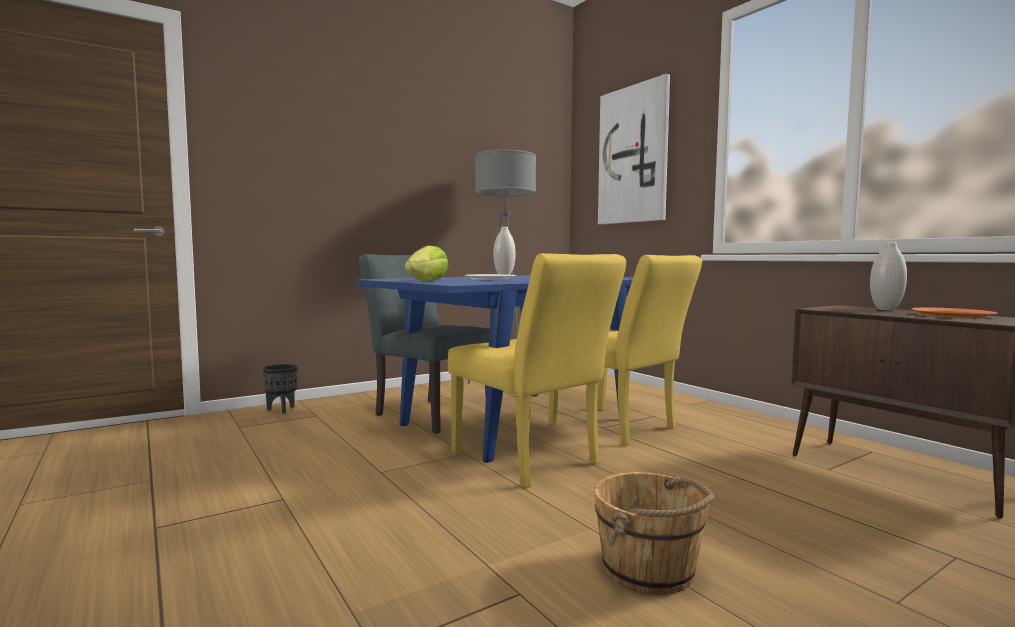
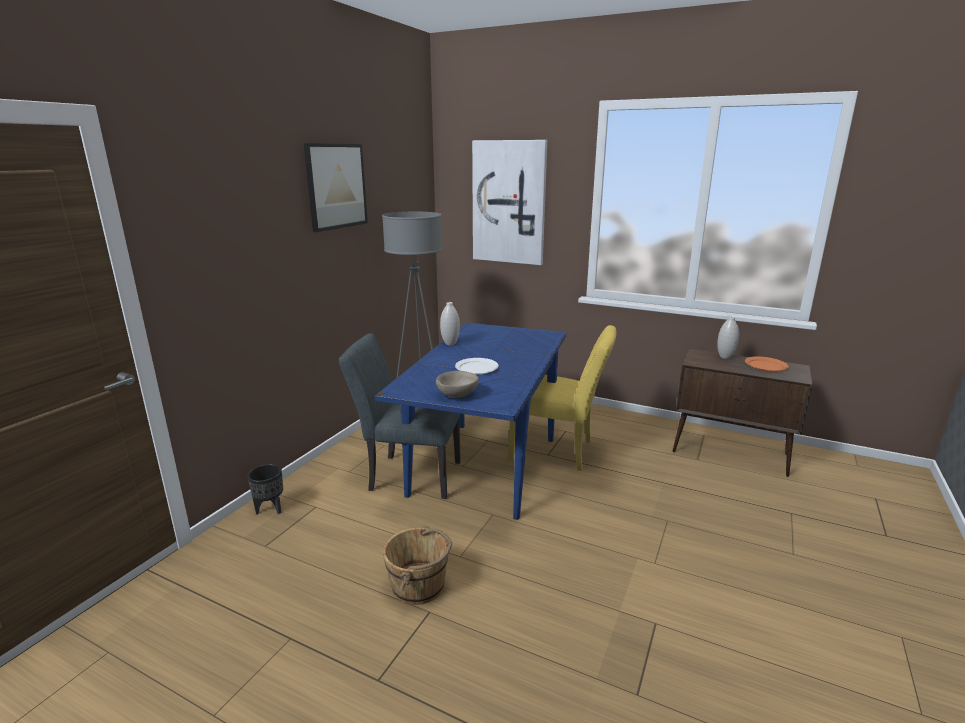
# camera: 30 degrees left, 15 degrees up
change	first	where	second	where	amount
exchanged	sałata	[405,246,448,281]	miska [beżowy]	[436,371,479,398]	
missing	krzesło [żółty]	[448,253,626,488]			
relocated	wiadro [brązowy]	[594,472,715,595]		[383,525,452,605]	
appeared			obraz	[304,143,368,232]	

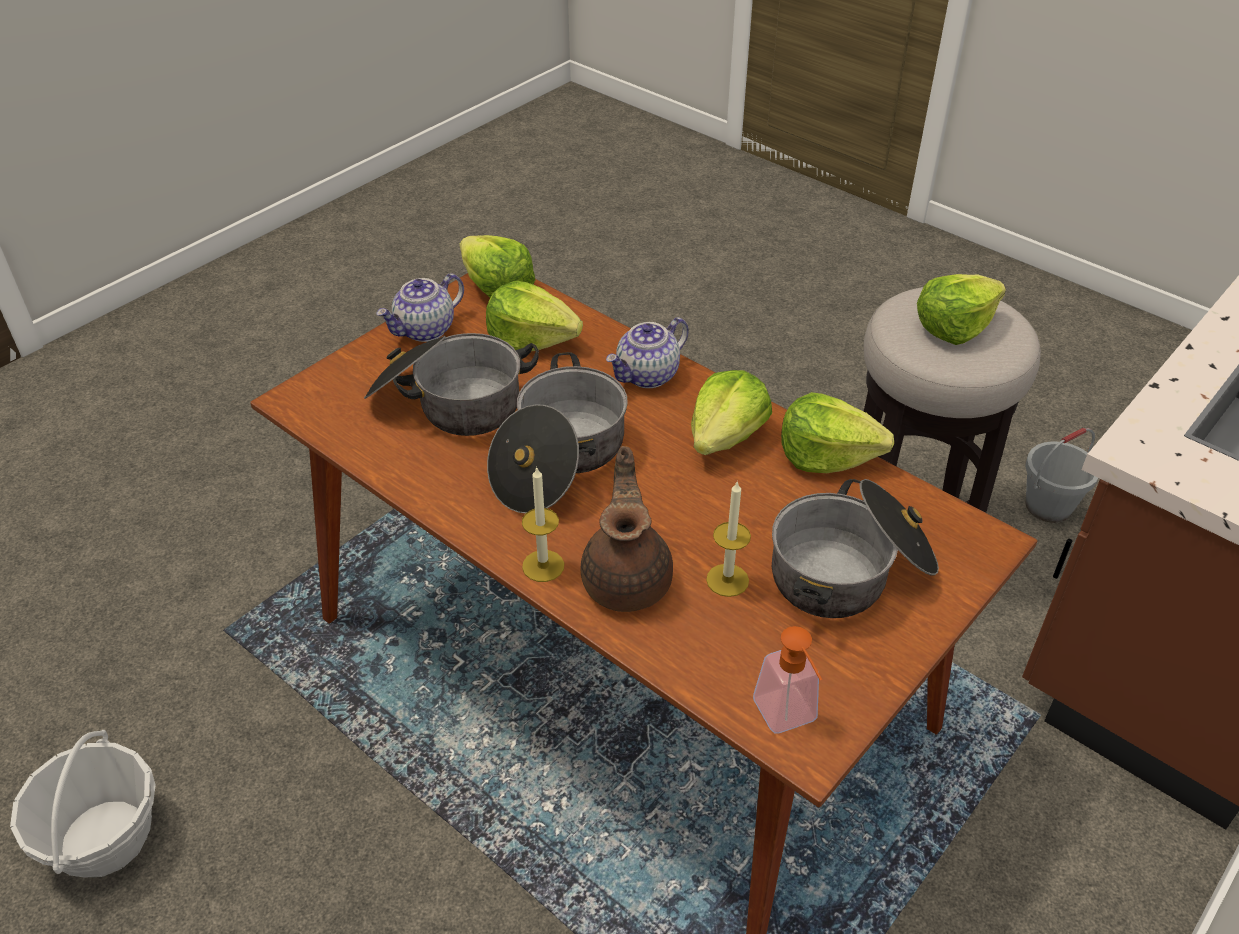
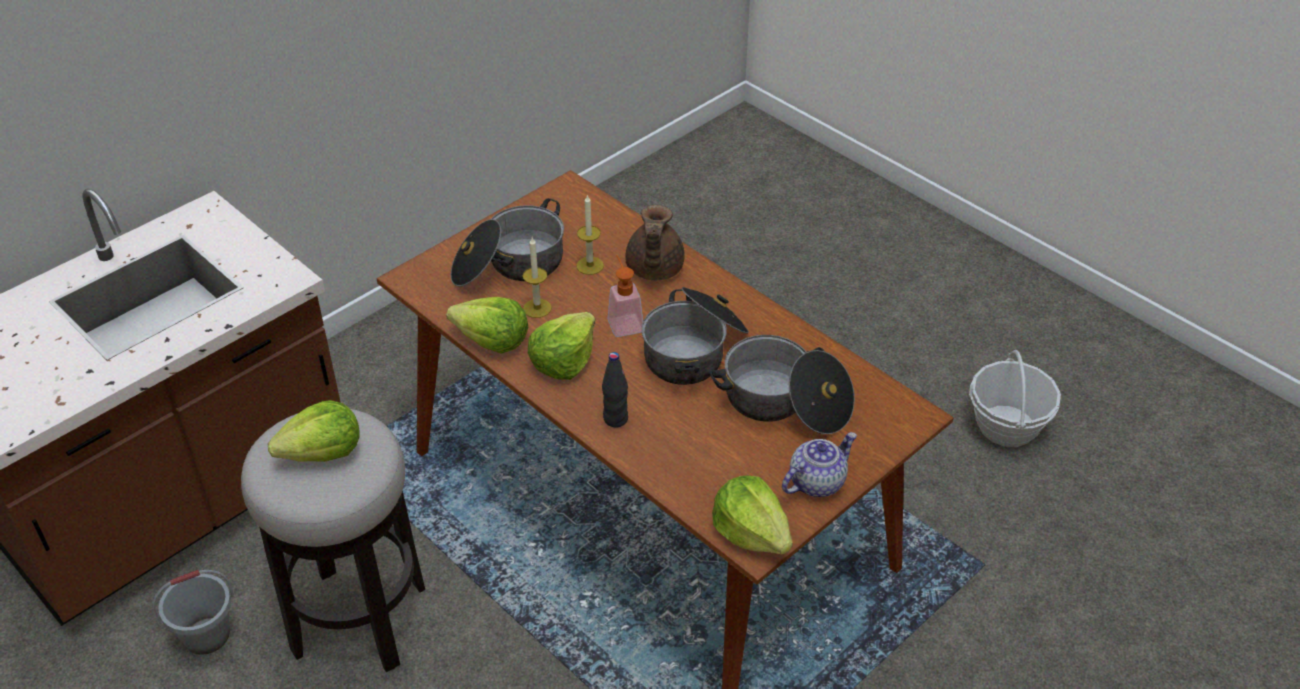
# camera: 175 degrees left, 0 degrees up
change	first	where	second	where	amount
missing	sałata	[486,281,583,351]			
exchanged	imbryk	[606,317,689,388]	butelka [czarny]	[602,352,628,427]	
relocated	świeca	[522,466,564,582]		[523,238,552,318]	
relocated	dozownik mydła	[753,626,822,734]		[608,255,643,337]	

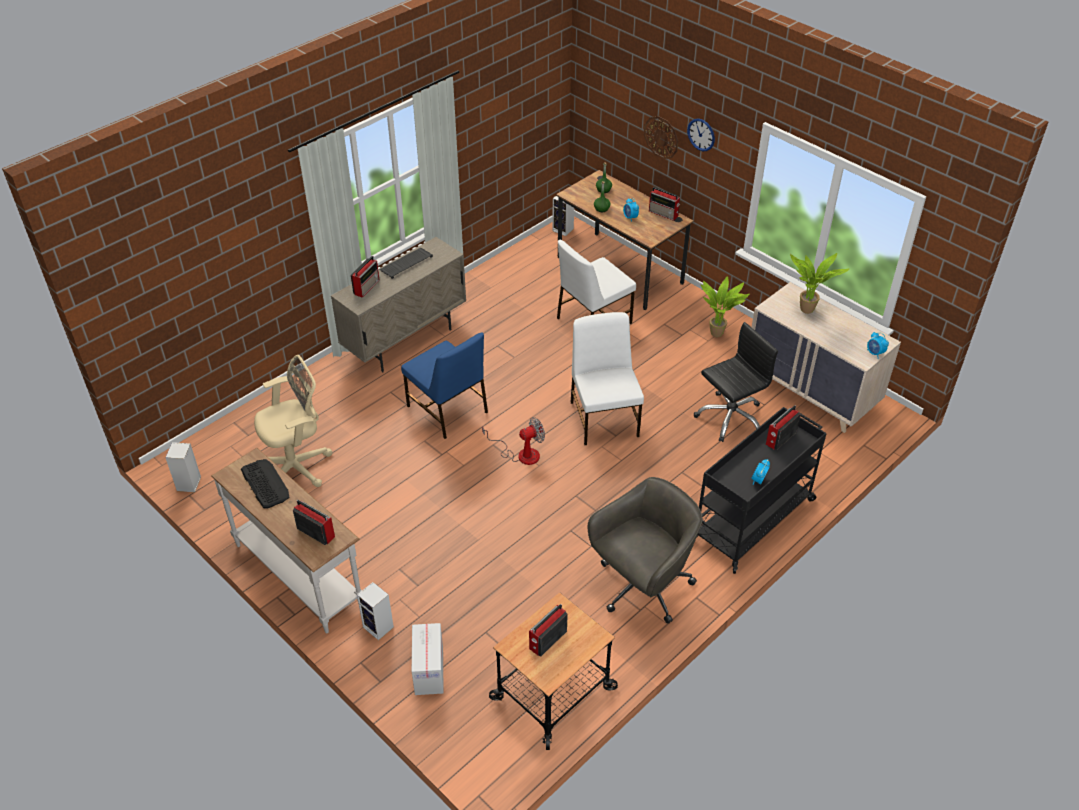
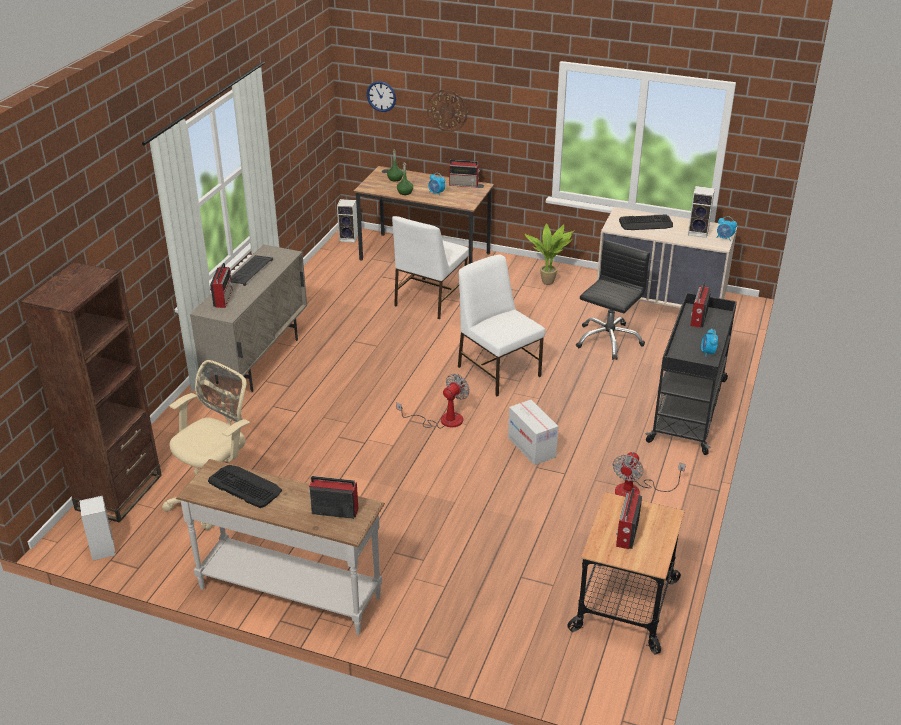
# camera: 25 degrees left, 10 degrees down
change	first	where	second	where	amount
relocated	zegar ścienny	[687,118,715,151]		[367,81,396,112]	
exchanged	roślina doniczkowa	[790,253,849,314]	klawiatura	[619,215,673,230]	
missing	krzesło [niebieski]	[401,332,488,439]			
exchanged	krzesło biurowe [szary]	[588,477,703,624]	wentylator	[613,452,686,497]	
relocated	głośnik	[357,582,394,640]		[688,186,715,238]	
relocated	karton	[412,623,444,695]		[508,400,558,465]	
appeared			regał [brązowy]	[20,262,162,523]	

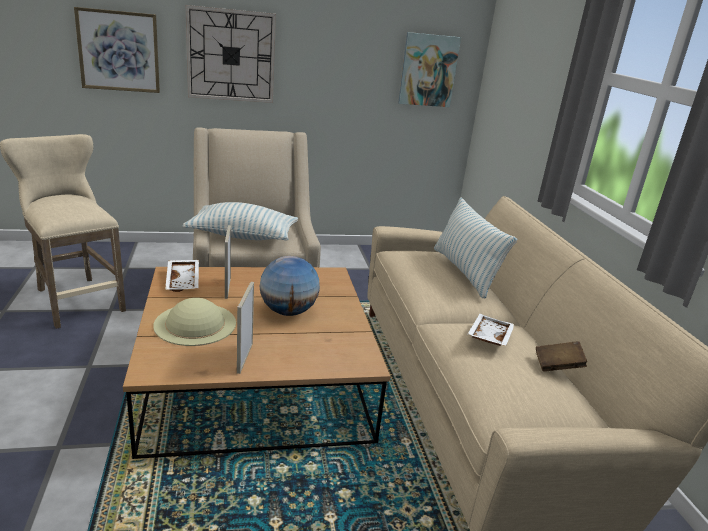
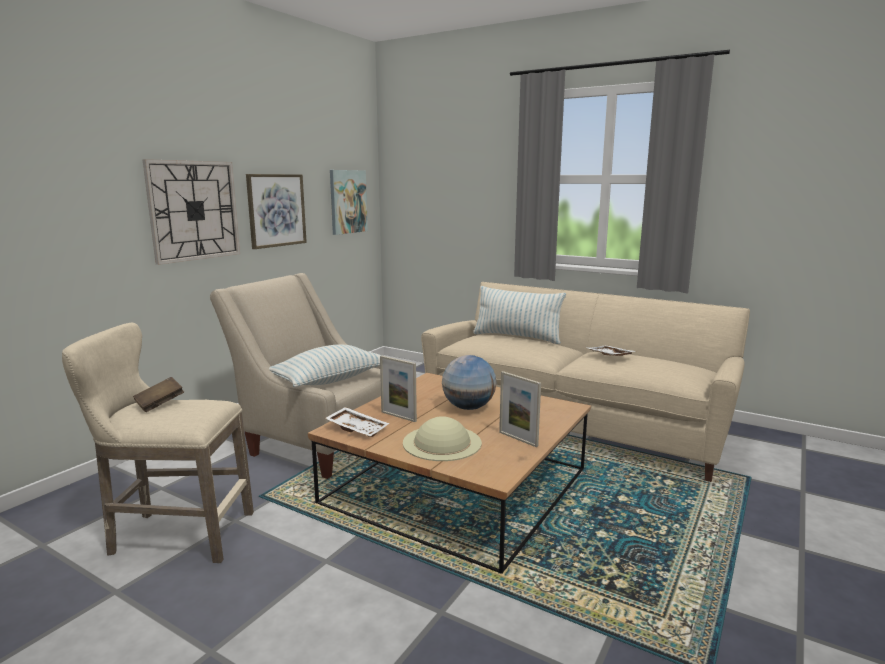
# camera: 45 degrees left, 10 degrees down
change	first	where	second	where	amount
relocated	obraz	[74,7,160,93]		[246,174,307,249]	
relocated	książka [brązowy]	[536,341,587,372]		[133,377,184,412]	

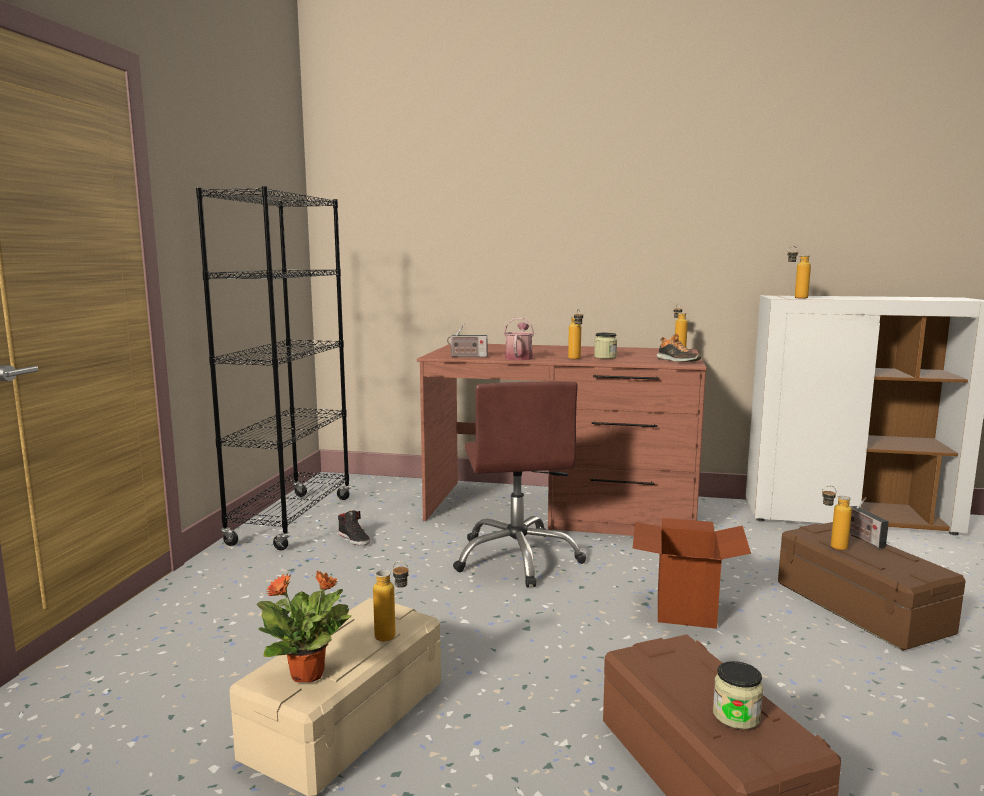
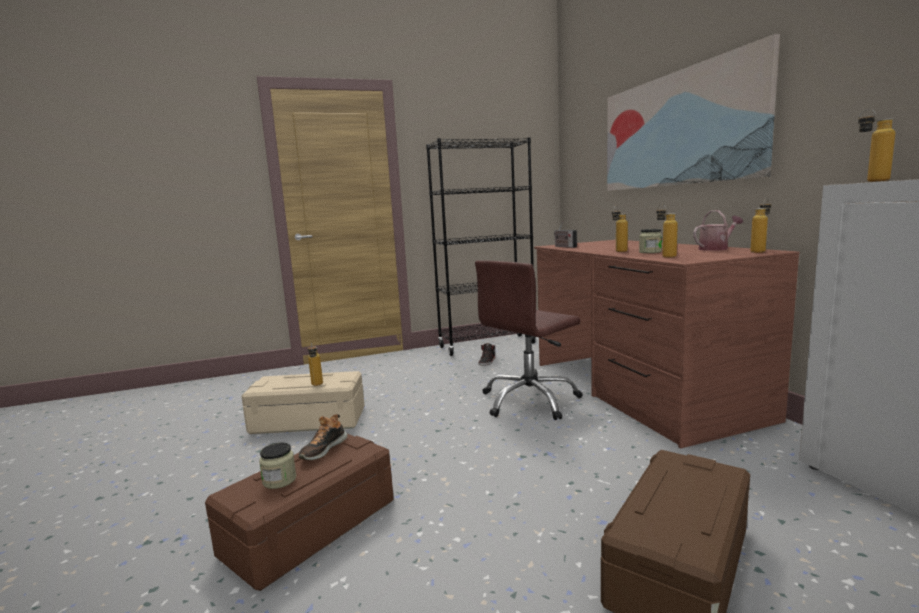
# camera: 60 degrees right, 0 degrees up
change	first	where	second	where	amount
relocated	konewka	[504,318,534,361]		[693,210,743,251]	
relocated	but	[657,334,701,362]		[299,414,348,460]	
relocated	butelka	[822,486,852,550]		[656,204,678,258]	
missing	radio	[850,497,889,548]			
missing	karton	[633,518,751,629]			
missing	roślina doniczkowa	[257,570,352,682]			
appeared			obraz	[607,34,780,191]	

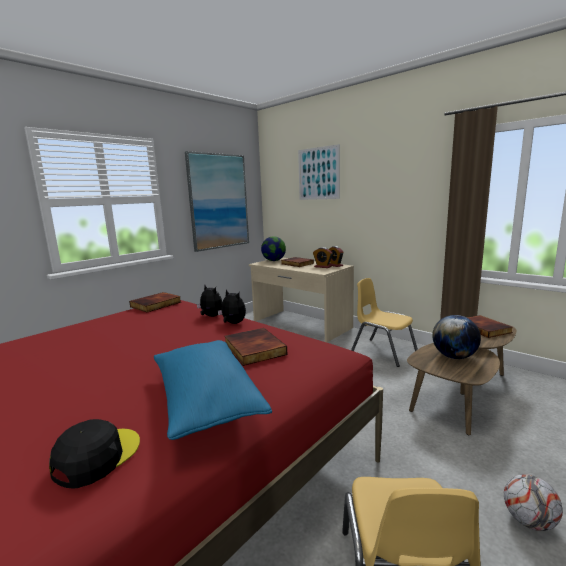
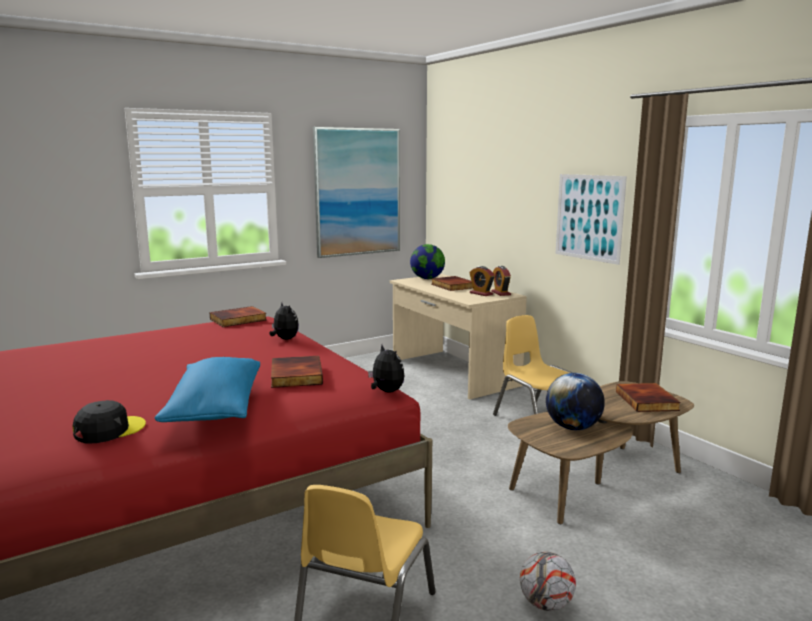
# camera: 15 degrees right, 0 degrees up
change	first	where	second	where	amount
relocated	obraz	[298,144,340,200]		[556,174,627,265]	
relocated	pluszak	[218,289,246,324]		[368,345,405,392]	

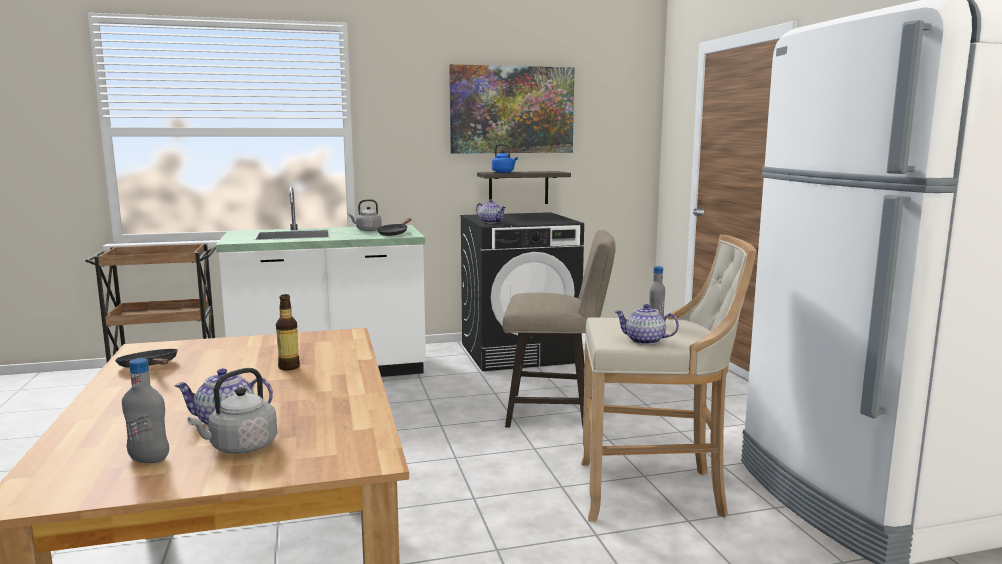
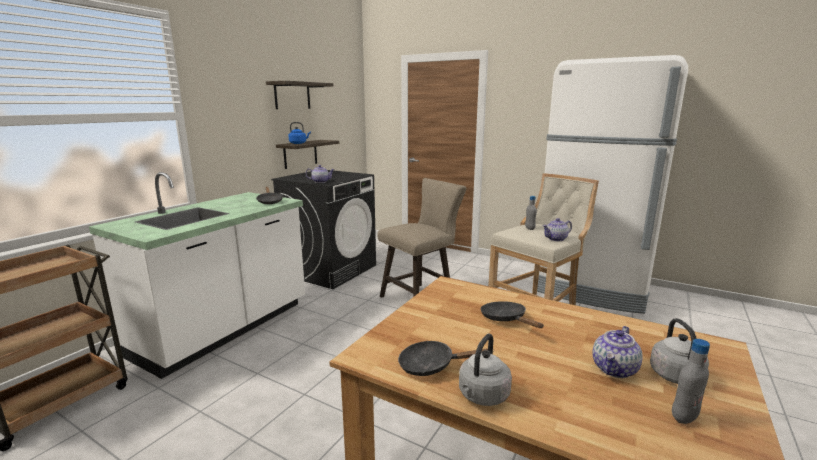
# camera: 45 degrees left, 5 degrees up
change	first	where	second	where	amount
exchanged	obraz	[449,64,574,154]	półka	[266,81,333,109]	
relocated	czajnik [szary]	[348,199,382,231]		[459,334,512,406]	
exchanged	butelka	[276,294,300,371]	patelnia [czarny]	[481,301,544,328]	

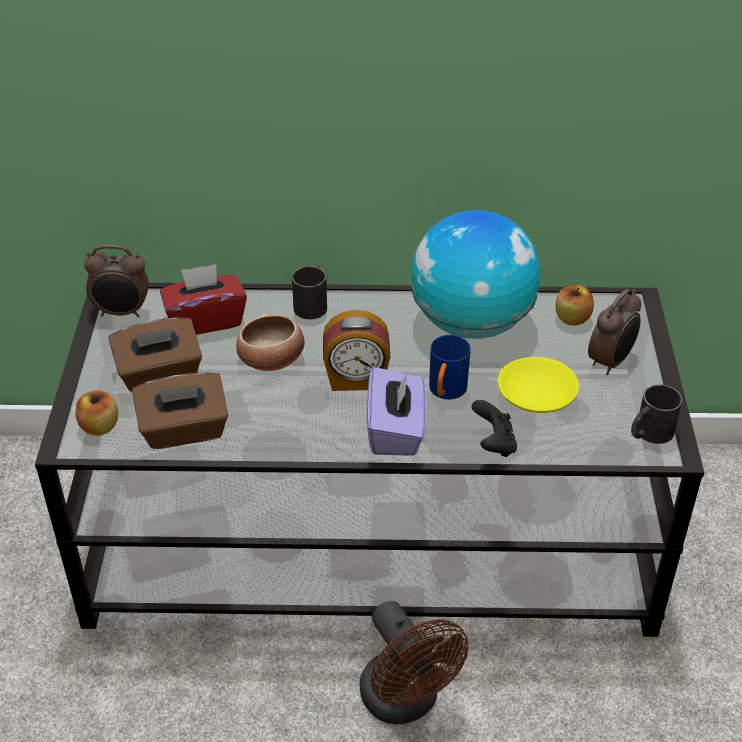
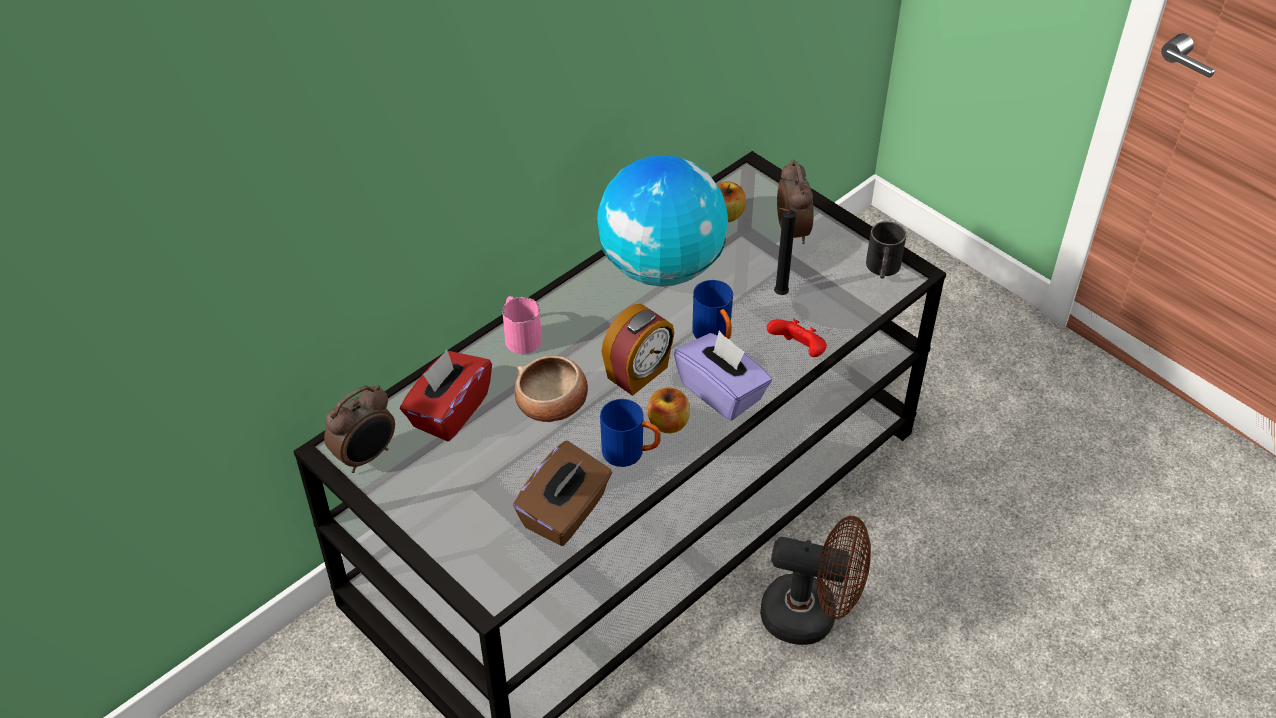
# camera: 45 degrees left, 5 degrees up
change	first	where	second	where	amount
colour	kubek [czarny]	[292,266,327,319]	kubek [różowy]	[502,296,542,354]	
missing	pudełko chusteczek [brązowy]	[108,317,202,392]			
exchanged	miska [żółty]	[498,357,579,413]	świeca [czarny]	[774,208,796,295]	
relocated	jabłko	[76,390,118,436]		[648,388,690,433]	
colour	pad do gier [czarny]	[472,400,517,457]	pad do gier [czerwony]	[767,319,827,357]	
appeared			kubek [niebieski]	[600,399,661,467]	

